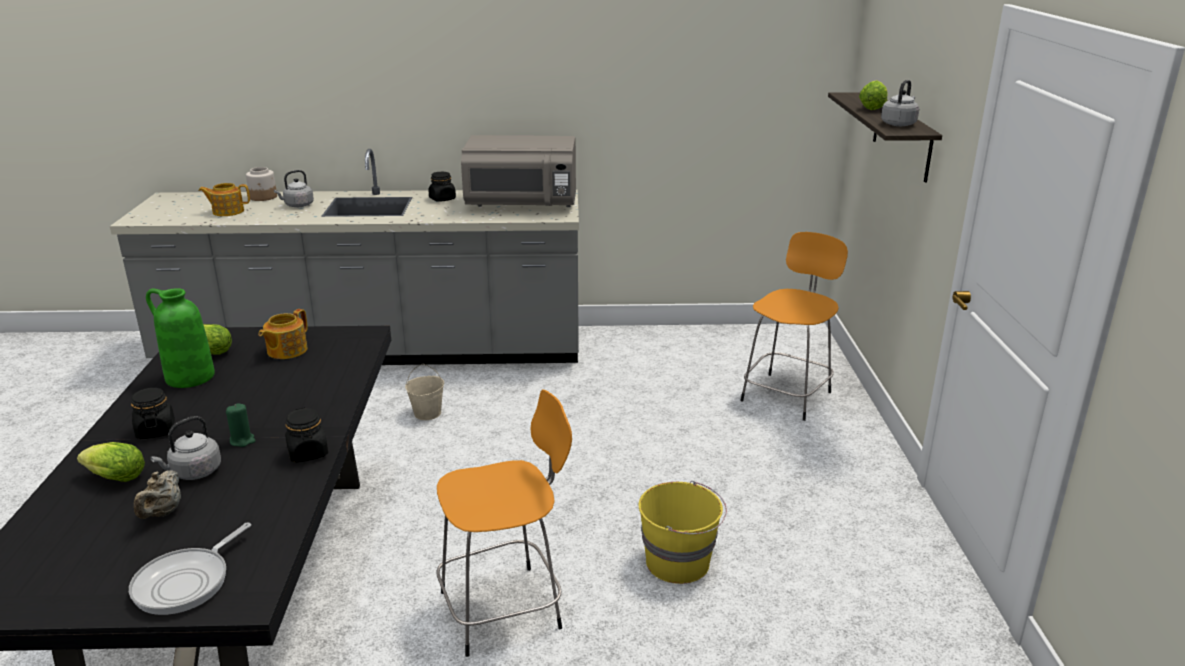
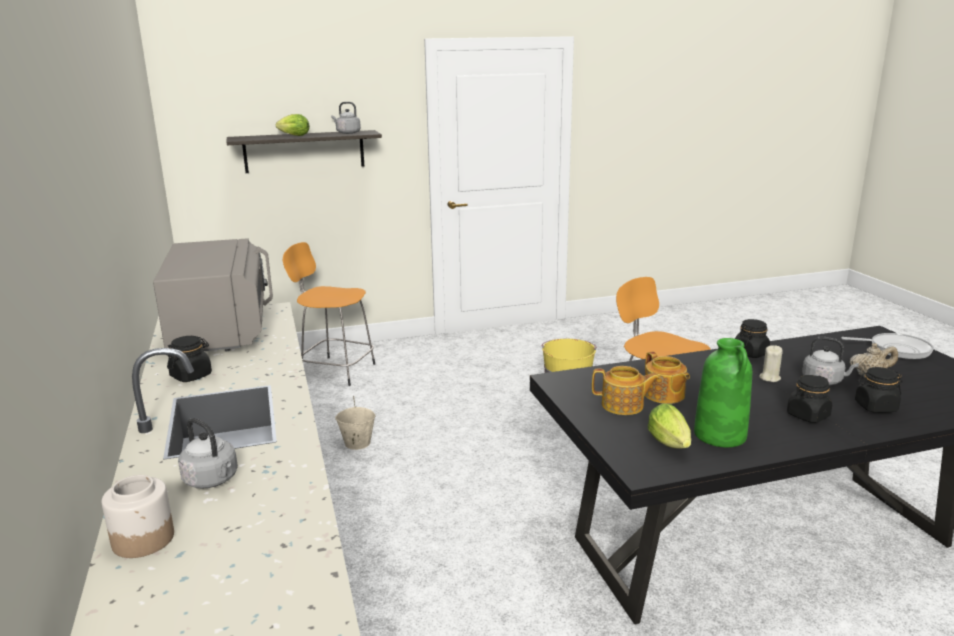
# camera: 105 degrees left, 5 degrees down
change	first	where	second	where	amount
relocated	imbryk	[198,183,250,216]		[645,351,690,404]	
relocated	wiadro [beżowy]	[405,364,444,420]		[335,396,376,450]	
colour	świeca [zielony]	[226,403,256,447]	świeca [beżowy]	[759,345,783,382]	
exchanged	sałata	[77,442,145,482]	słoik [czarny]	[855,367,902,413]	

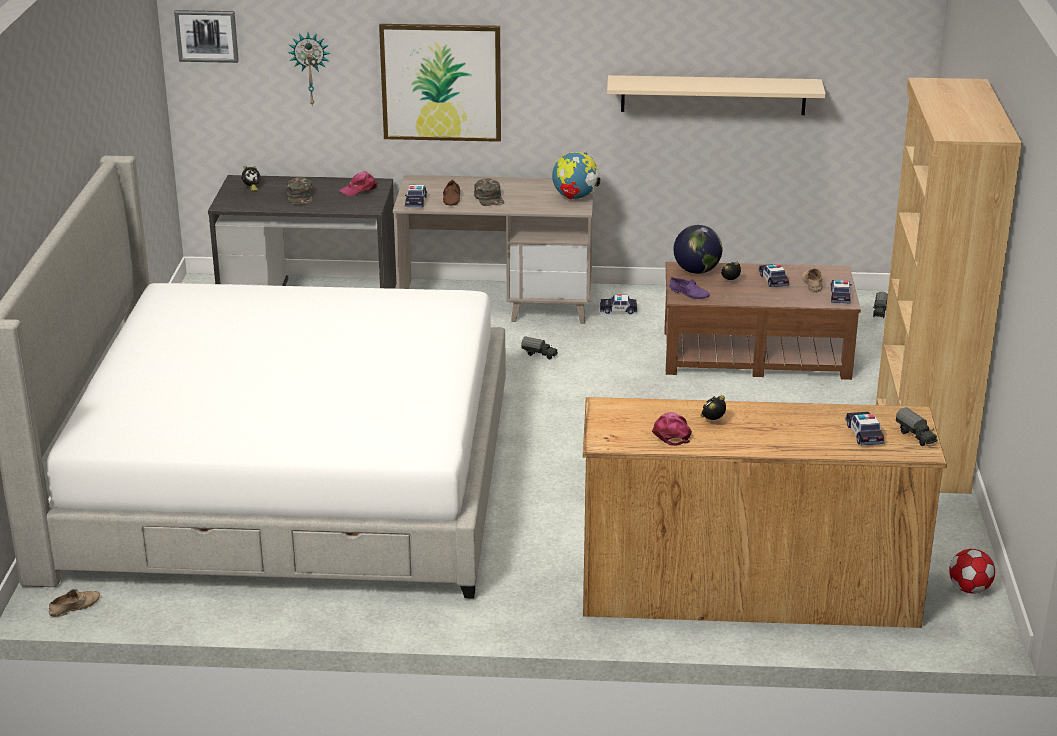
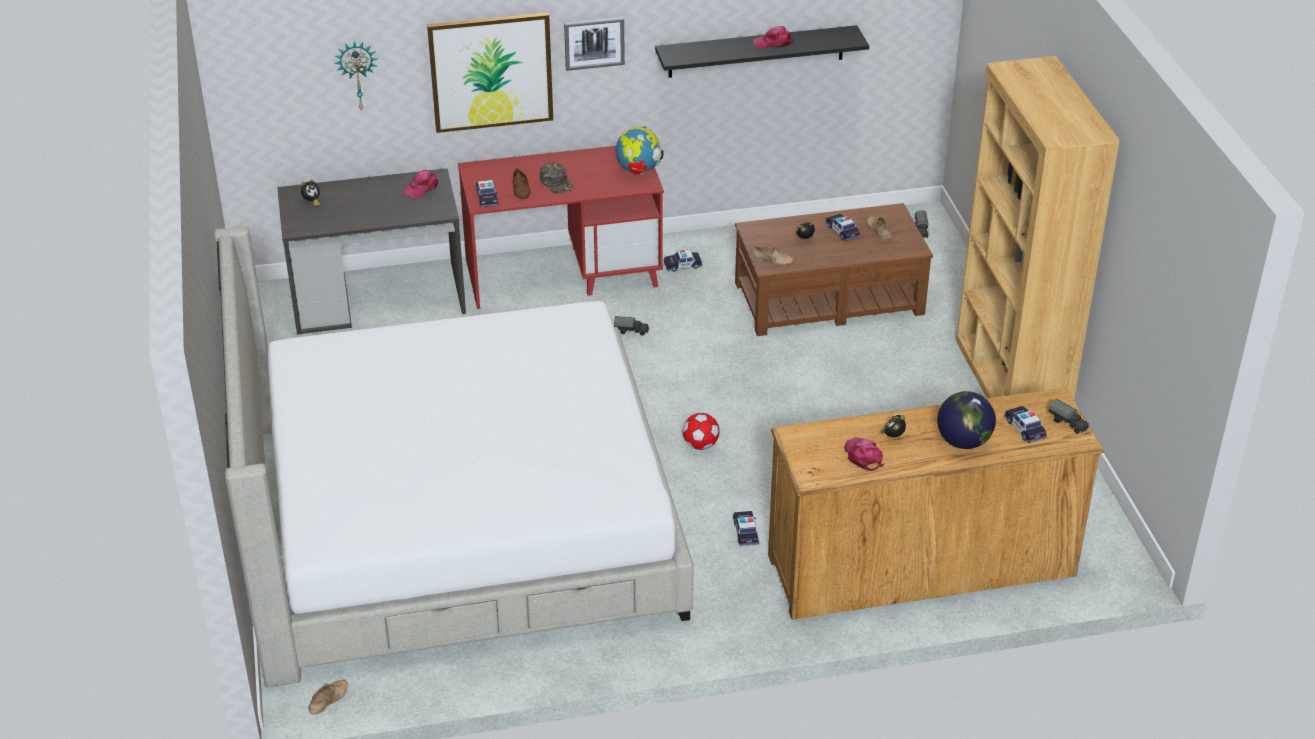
# camera: 15 degrees left, 10 degrees up
change	first	where	second	where	amount
relocated	obraz	[174,10,239,63]		[564,17,625,71]	
colour	półka [beżowy]	[607,75,826,115]	półka [czarny]	[655,25,869,78]	
colour	biurko [beżowy]	[393,175,593,324]	biurko [czerwony]	[458,146,664,309]	
missing	czapka z daszkiem [zielony]	[287,177,313,204]			
relocated	globus	[674,225,722,274]		[937,391,996,449]	
colour	but [fioletowy]	[669,277,709,299]	but [beżowy]	[752,246,794,266]	
relocated	samochodzik	[830,280,852,304]		[733,511,759,546]	
relocated	piłka futbolowa	[949,549,995,594]		[683,413,720,450]	
appeared			czapka z daszkiem [różowy]	[752,26,794,49]	

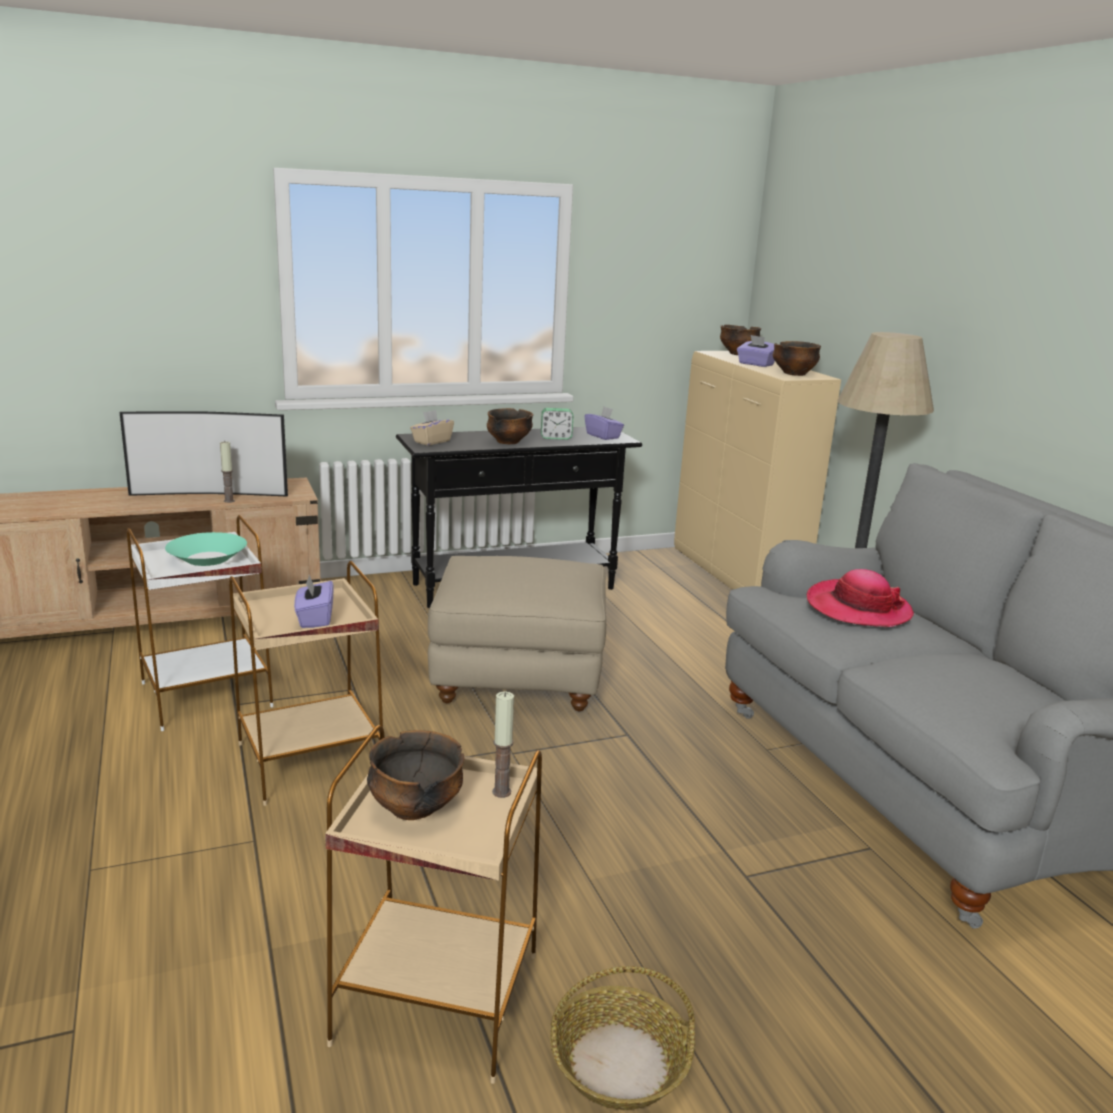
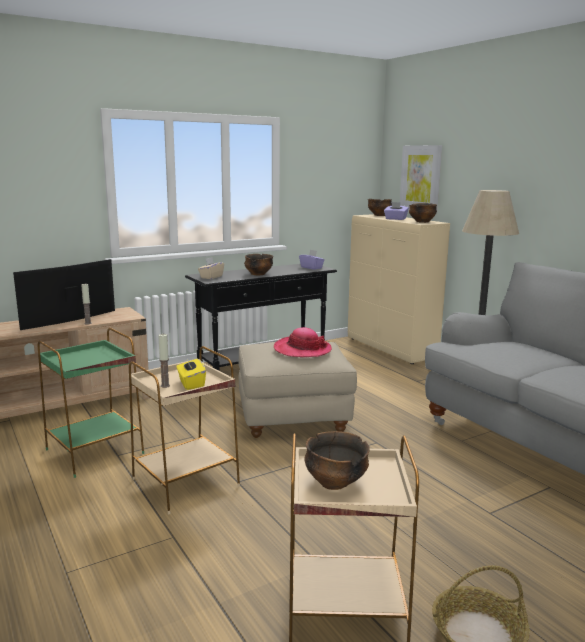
# camera: 10 degrees left, 5 degrees down
change	first	where	second	where	amount
missing	budzik	[541,408,573,440]			
spun	telewizor	[119,411,288,497]		[13,259,115,330]	150 degrees clockwise
colour	stolik [biały]	[127,515,274,731]	stolik [zielony]	[38,328,144,478]	
missing	miska [turkusowy]	[165,532,247,566]			
relocated	kapelusz	[807,569,914,627]		[274,327,332,357]	
colour	pudełko chusteczek [fioletowy]	[294,575,334,628]	pudełko chusteczek [żółty]	[176,354,206,390]	
relocated	świeca	[492,691,514,798]		[158,334,170,388]	
appeared			obraz	[400,145,442,209]	

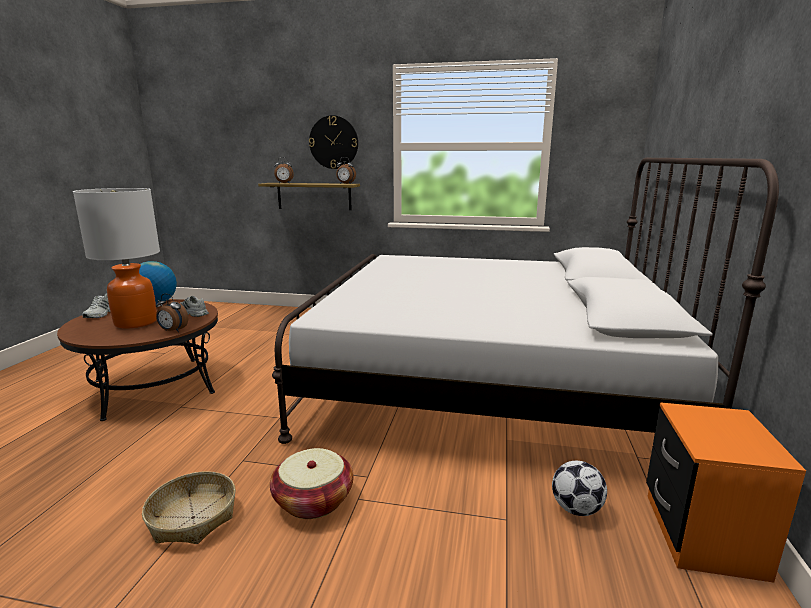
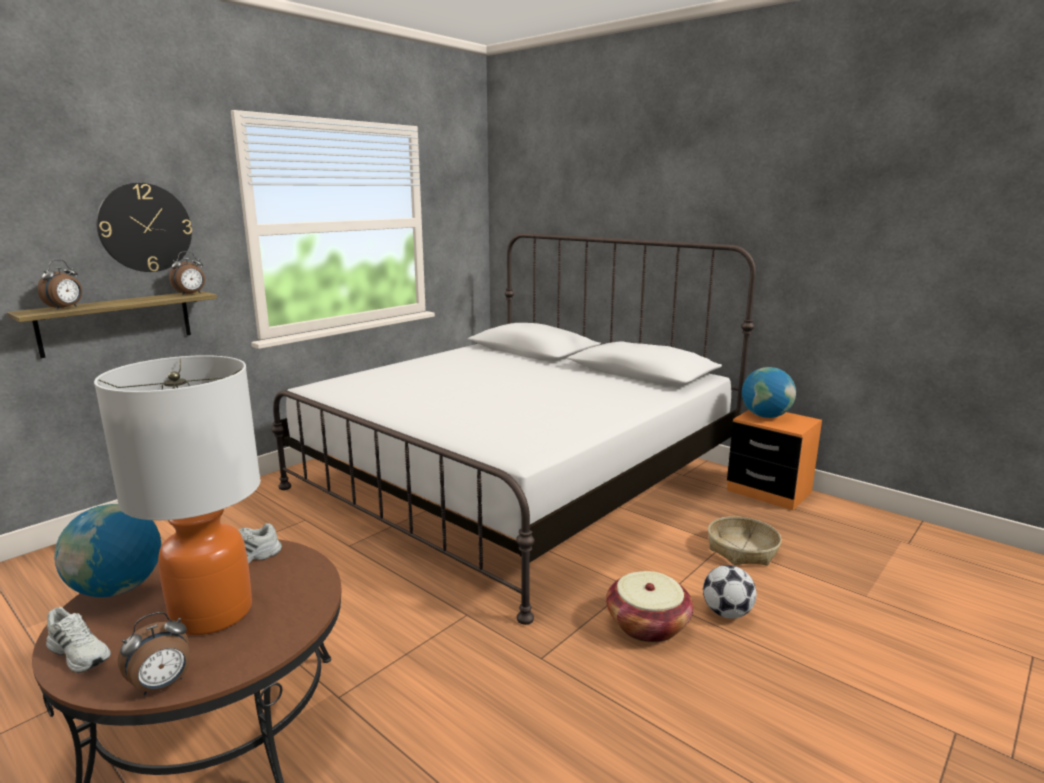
# camera: 60 degrees left, 0 degrees up
change	first	where	second	where	amount
relocated	budzik	[156,294,188,332]		[118,612,190,695]	
relocated	piłka futbolowa	[552,461,607,516]		[703,565,757,619]	
relocated	koszyk	[142,471,236,544]		[708,516,782,565]	
appeared			globus	[742,367,796,418]	

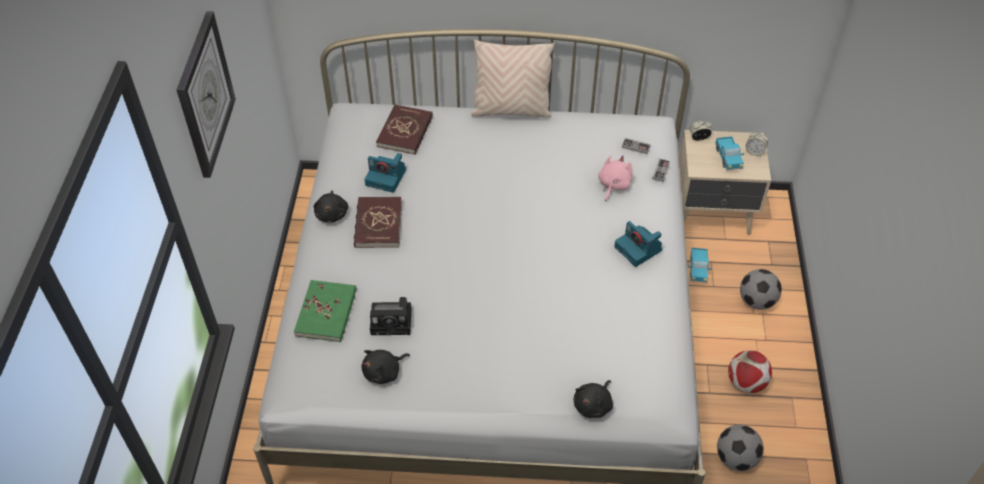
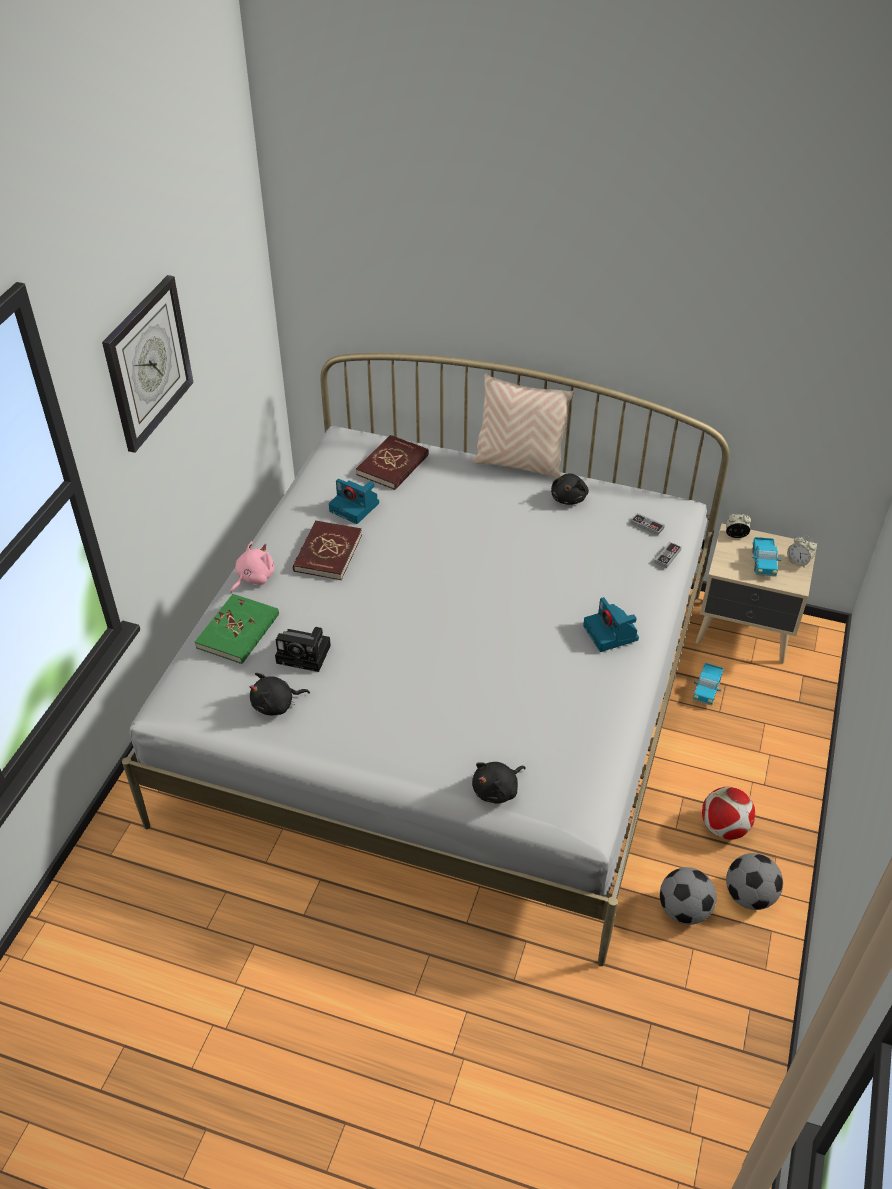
# camera: 15 degrees right, 5 degrees down
change	first	where	second	where	amount
relocated	pluszak [różowy]	[598,155,632,202]		[230,541,274,593]	
relocated	pluszak [czarny]	[314,190,348,223]		[551,473,589,505]	
relocated	piłka futbolowa	[740,269,782,310]		[726,853,783,910]	

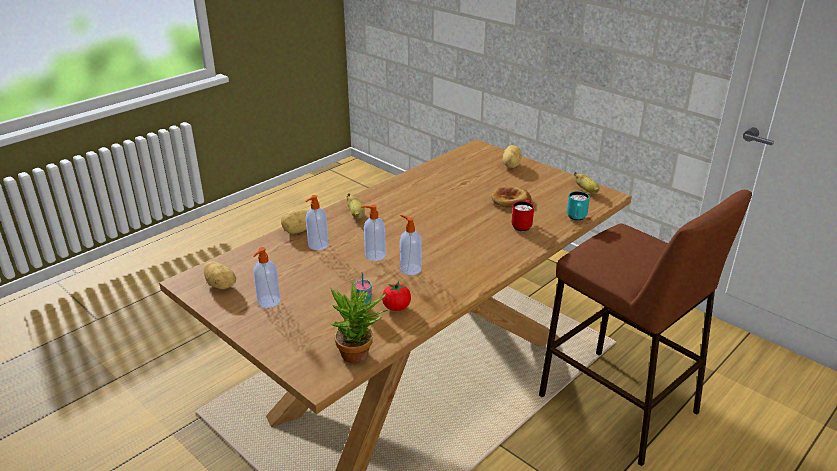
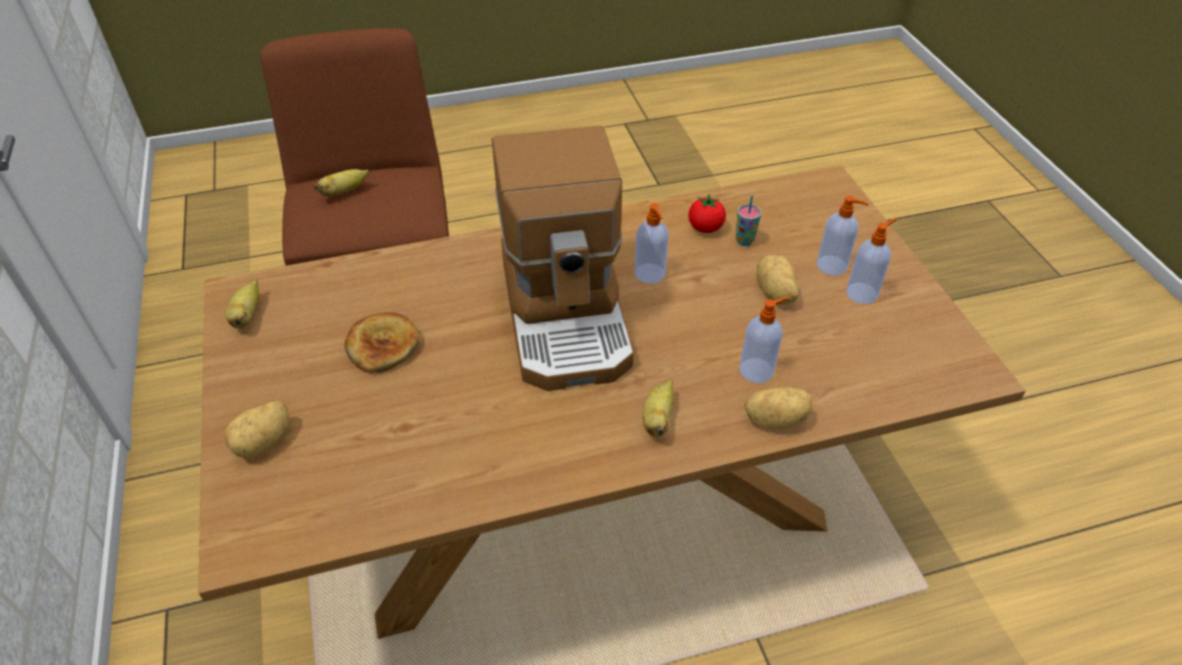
# camera: 150 degrees left, 15 degrees up
change	first	where	second	where	amount
missing	kubek [turkusowy]	[567,191,590,221]			
missing	kubek [czerwony]	[511,200,534,231]			
relocated	dozownik mydła	[361,205,386,261]		[817,195,869,276]	
relocated	ziemniak	[204,261,236,289]		[756,255,799,304]	
missing	roślina doniczkowa	[330,278,388,363]			
appeared			ekspres do kawy	[492,125,634,391]	
appeared			banan	[314,169,369,196]	

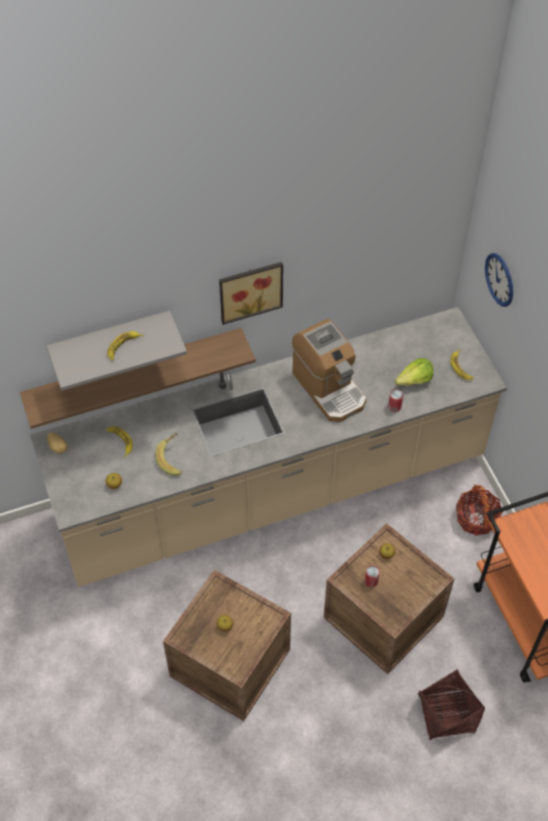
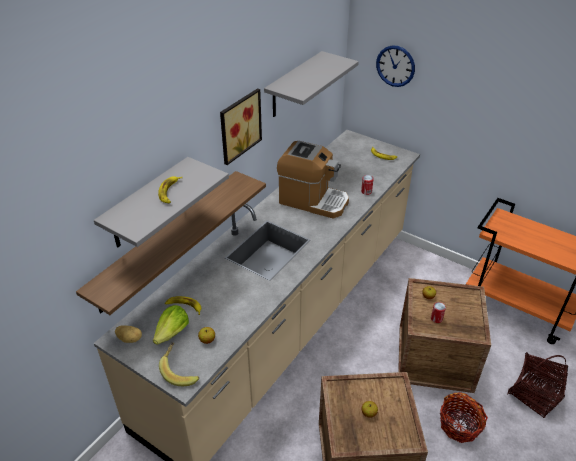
# camera: 35 degrees left, 15 degrees down
change	first	where	second	where	amount
relocated	sałata	[395,358,434,386]		[153,305,189,345]	
relocated	banan	[155,433,182,476]		[159,342,199,386]	
relocated	koszyk	[456,485,503,536]		[440,392,488,443]	
appeared			półka [szary]	[264,51,359,117]	

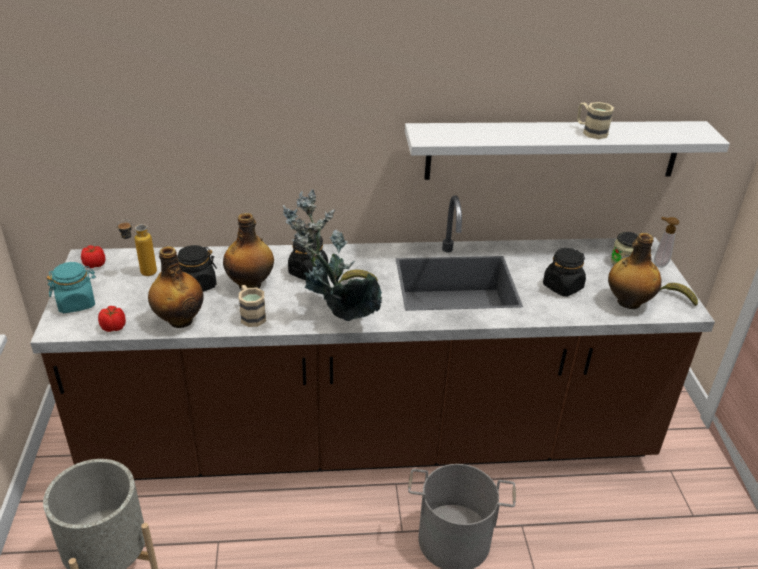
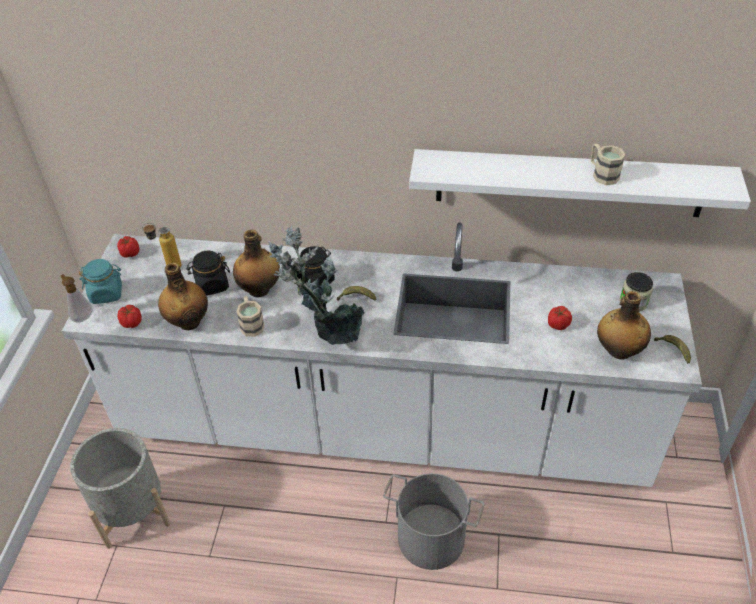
# camera: 15 degrees right, 10 degrees up
change	first	where	second	where	amount
colour	zabudowa kuchenna [brązowy]	[30,195,715,480]	zabudowa kuchenna [biały]	[62,222,702,487]	
relocated	dozownik mydła	[654,217,679,268]		[60,274,93,323]	
exchanged	słoik [czarny]	[543,248,586,297]	pomidor	[548,306,572,330]	

